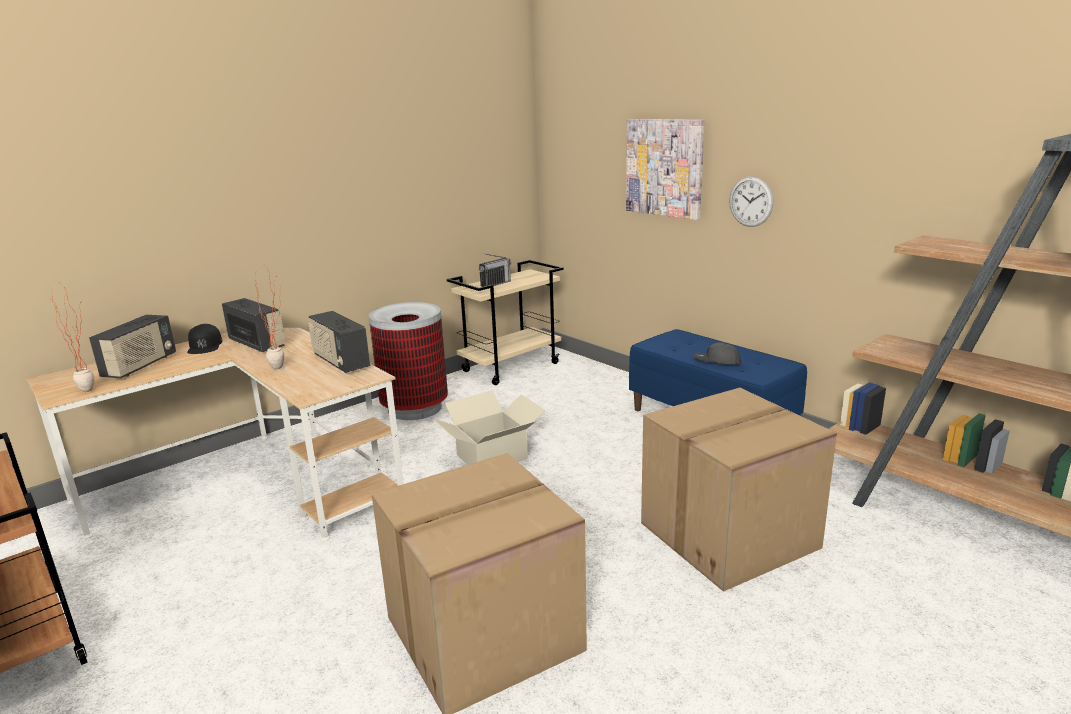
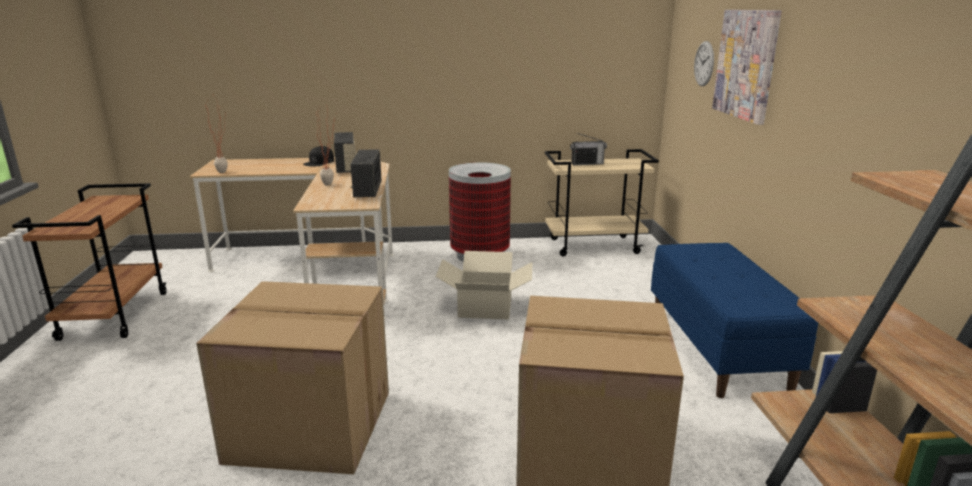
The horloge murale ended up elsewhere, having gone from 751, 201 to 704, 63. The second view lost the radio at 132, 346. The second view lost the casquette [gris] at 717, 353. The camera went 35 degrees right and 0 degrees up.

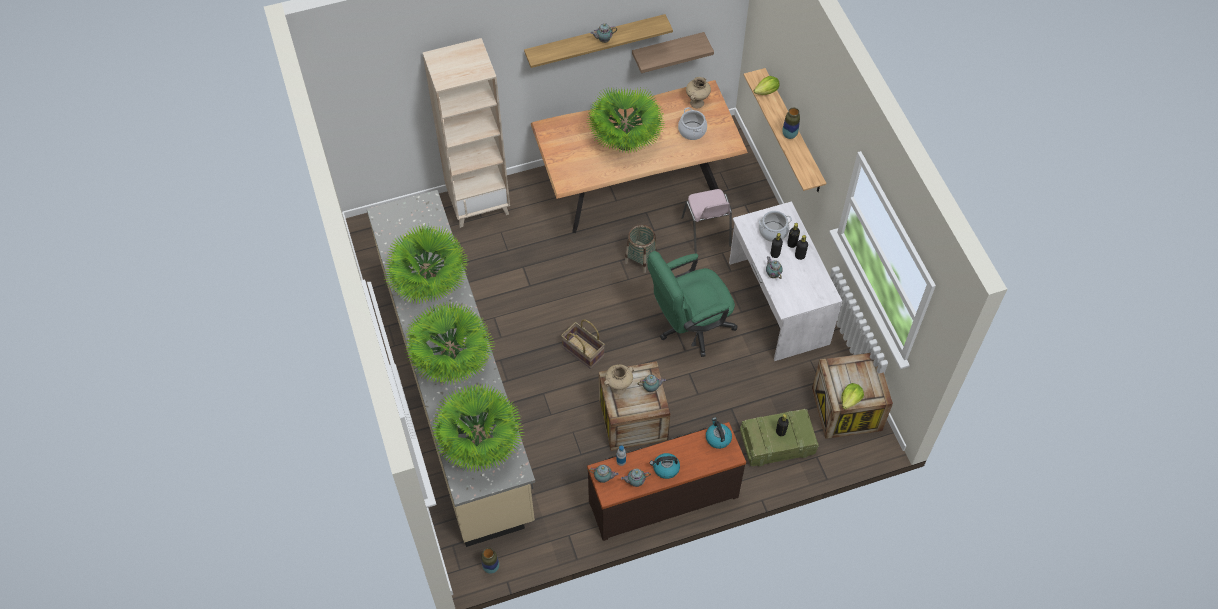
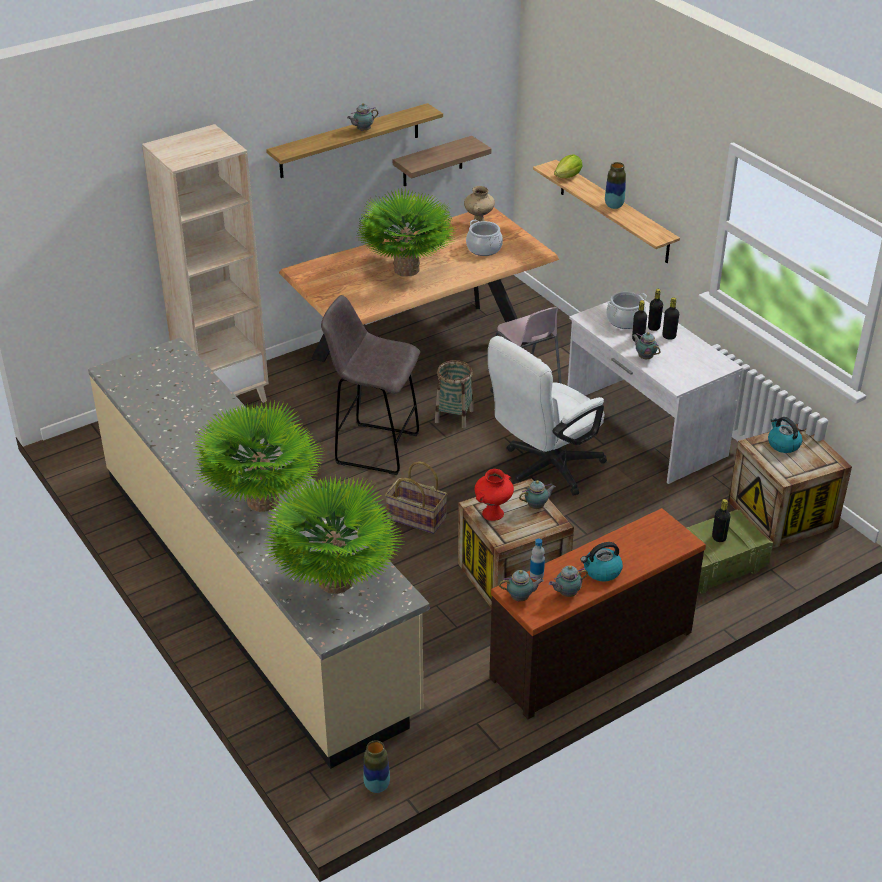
The second view gained the tabouret [gris] at 370, 385. What was the vase [beige] at 619, 379 turned into the vase [rouge] at 494, 495. What was the chaise de bureau [vert] at 692, 304 turned into the chaise de bureau [blanc] at 547, 416. The bouilloire ended up elsewhere, having gone from 719, 433 to 785, 435. The second view lost the plante en pot at 425, 264. The second view lost the laitue at 852, 396. The camera went 15 degrees left and 20 degrees down.

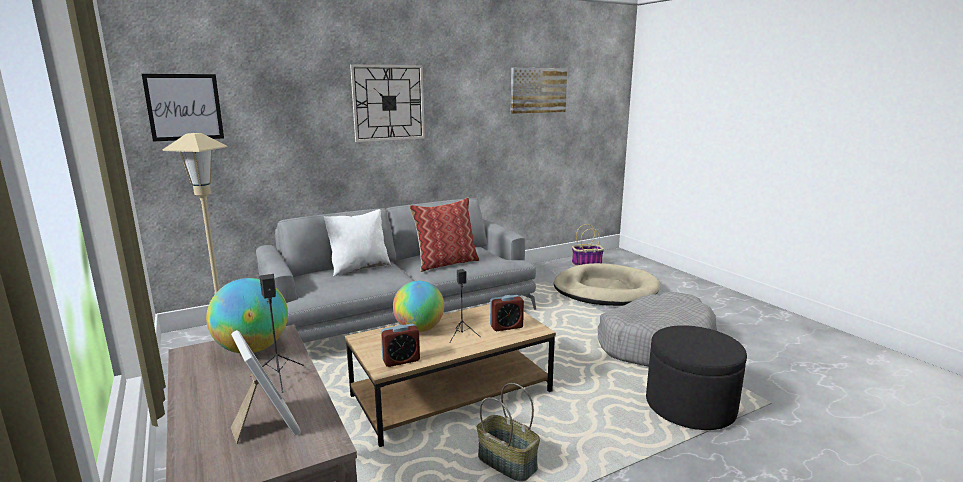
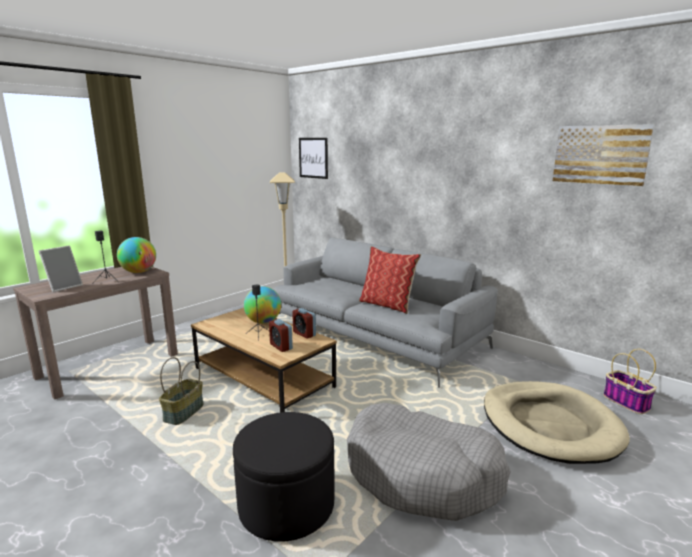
The réveil ended up elsewhere, having gone from 400, 345 to 304, 323. The second view lost the coussin [blanc] at 357, 242. The second view lost the horloge murale at 387, 103. The camera went 70 degrees right and 0 degrees up.

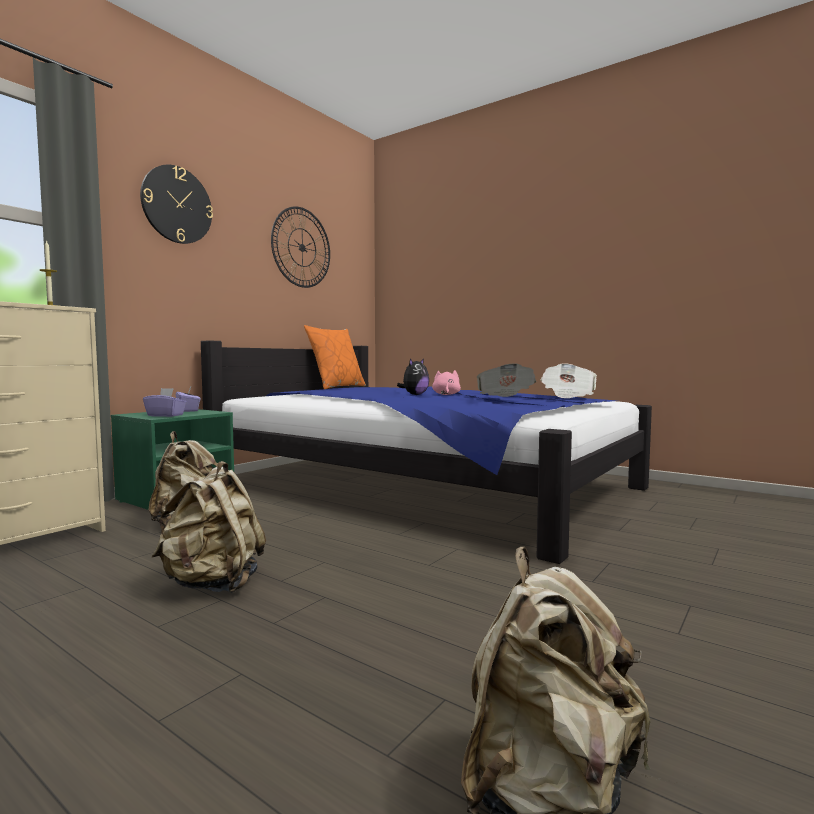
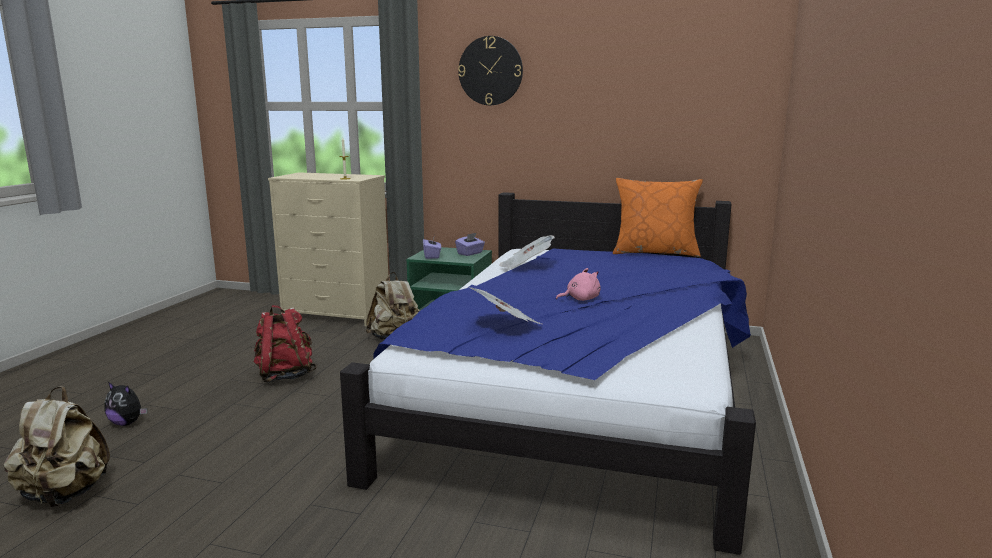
The peluche ended up elsewhere, having gone from 413, 376 to 125, 404. What was the sac à dos [beige] at 209, 527 turned into the sac à dos [rouge] at 285, 344. The journal ended up elsewhere, having gone from 568, 380 to 527, 252. The second view lost the horloge murale at 300, 247. The camera went 70 degrees right and 10 degrees up.

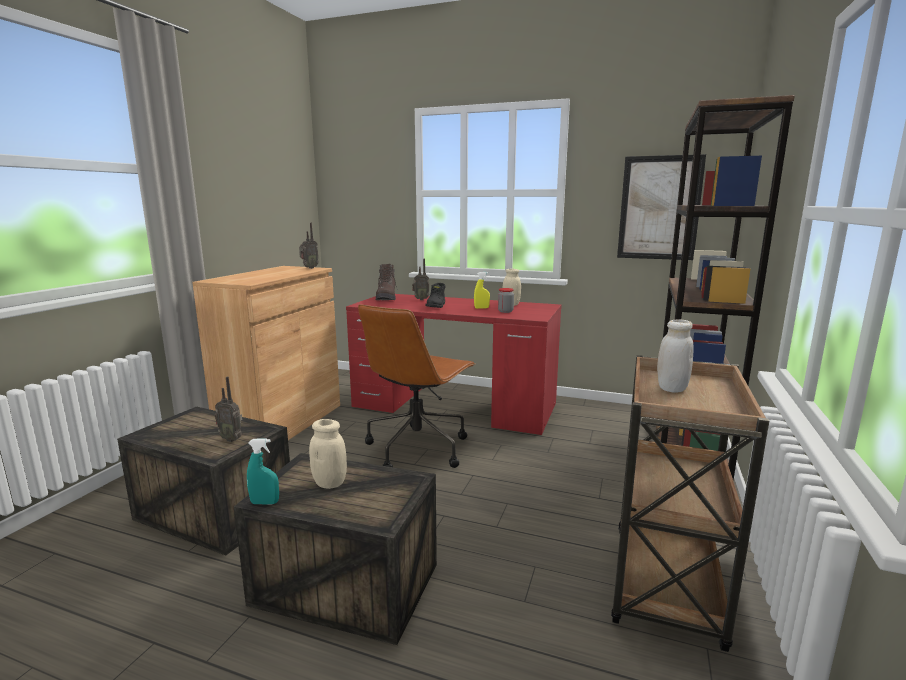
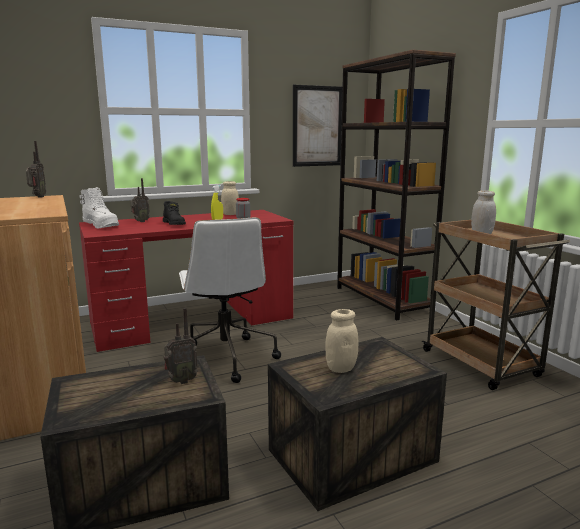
What was the botte [marron] at 387, 282 turned into the botte [blanc] at 99, 208. What was the chaise de bureau [marron] at 416, 386 turned into the chaise de bureau [blanc] at 230, 300. The second view lost the vaporisateur [turquoise] at 263, 471. The camera went 45 degrees left and 0 degrees up.

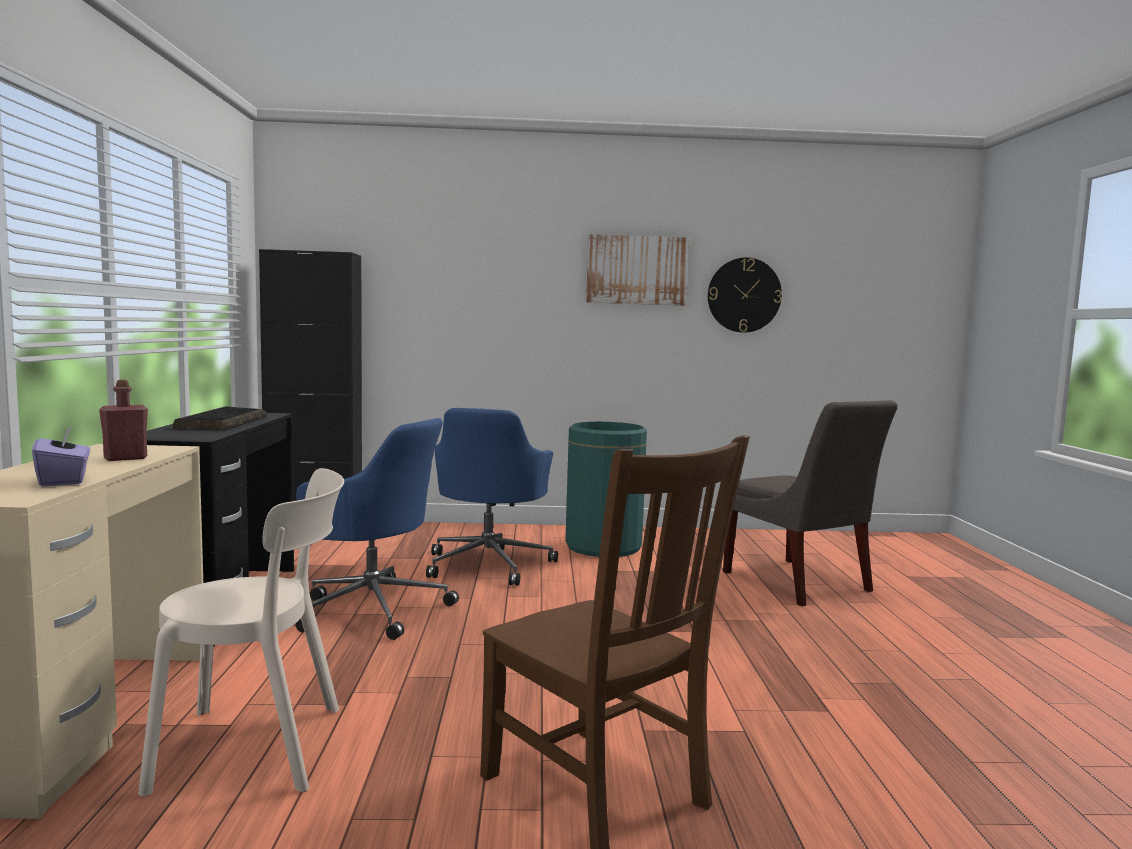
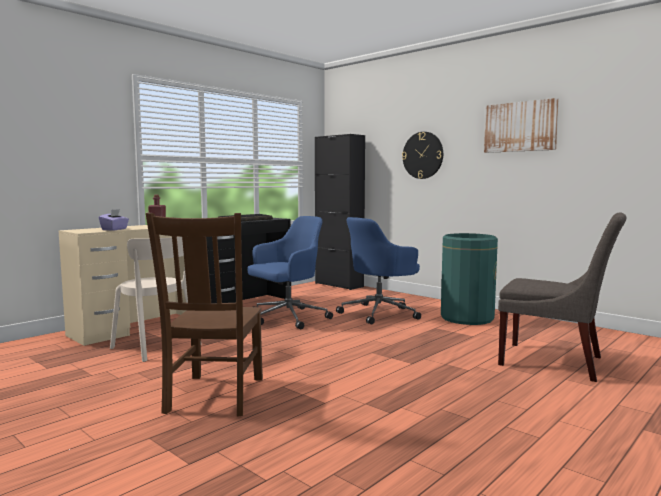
The chaise de bureau [bleu] at 377, 529 ended up facing another way, 105 degrees counterclockwise from before. The horloge murale ended up elsewhere, having gone from 745, 295 to 422, 155. The chaise [gris] at 810, 503 ended up facing another way, 75 degrees counterclockwise from before. The camera went 45 degrees right and 0 degrees up.

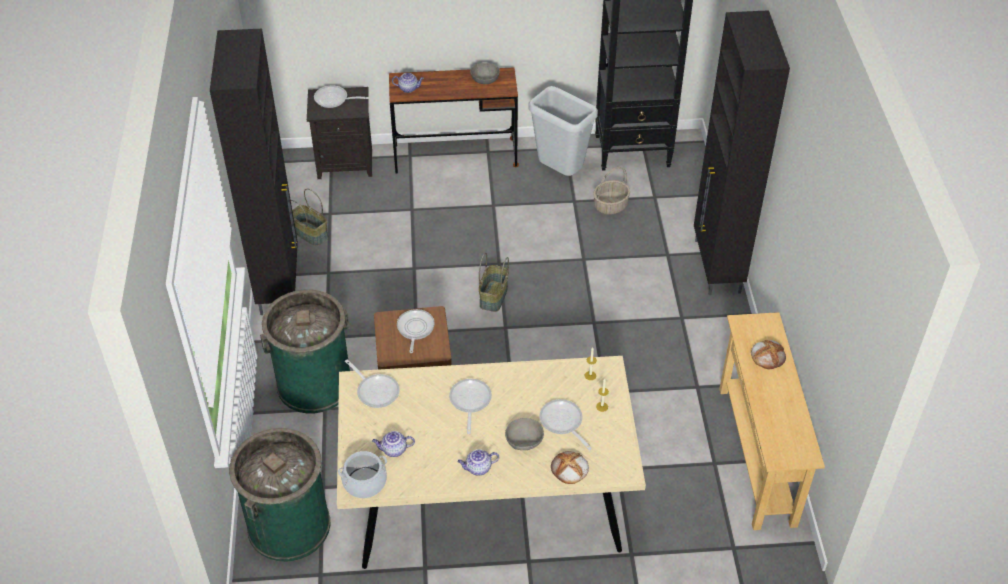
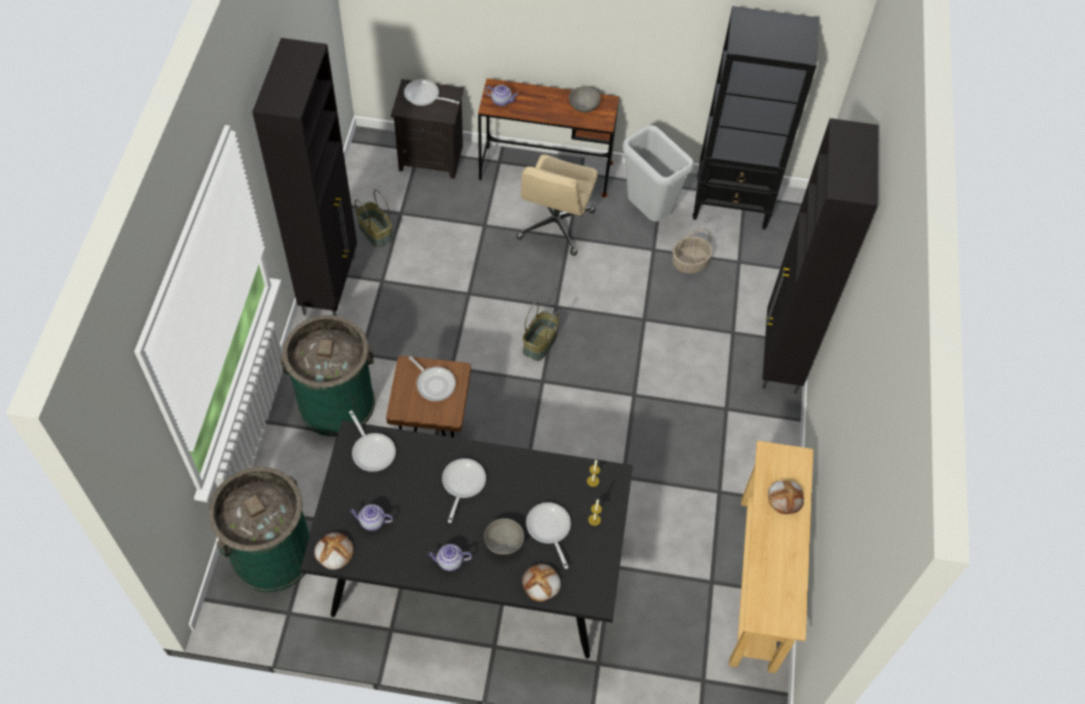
What was the table à manger [beige] at 491, 462 turned into the table à manger [noir] at 466, 540. Where the marmite stood at 362, 474, the pain came to stand at 334, 551. The poêle at 416, 331 ended up facing another way, 120 degrees clockwise from before. The second view gained the chaise de bureau [beige] at 557, 205. The camera went 10 degrees right and 10 degrees up.

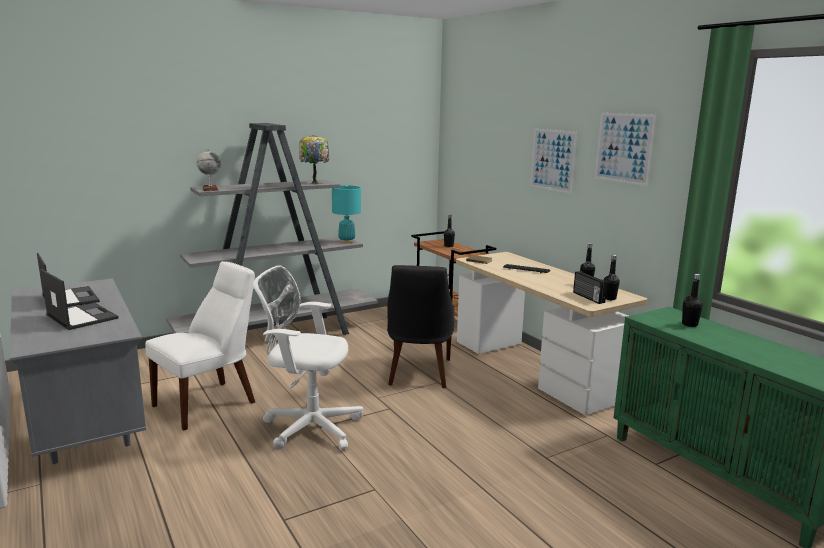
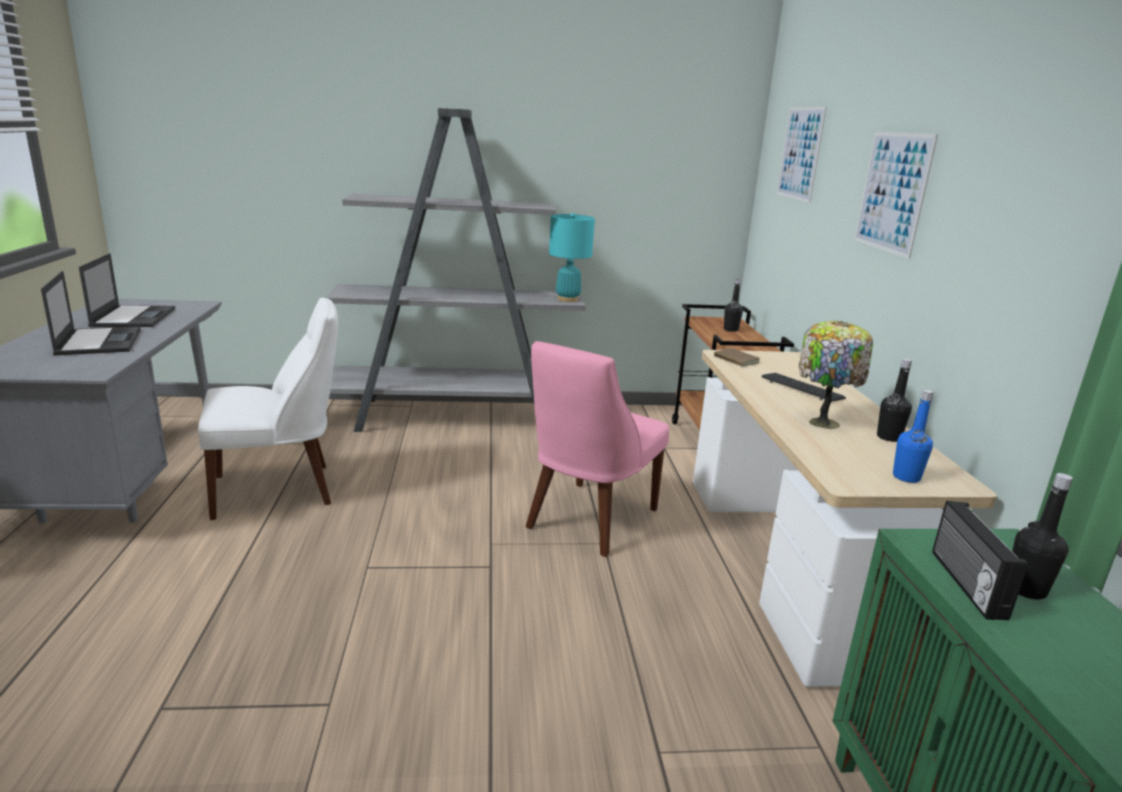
What was the chaise [noir] at 421, 326 turned into the chaise [rose] at 597, 449. The tableau ended up elsewhere, having gone from 625, 149 to 801, 155. The lampe de table ended up elsewhere, having gone from 314, 159 to 836, 375. What was the bouteille [noir] at 611, 277 turned into the bouteille [bleu] at 913, 436. The radio ended up elsewhere, having gone from 590, 287 to 980, 560. The second view lost the globe at 208, 170. The second view lost the chaise de bureau [blanc] at 308, 358. The camera went 25 degrees right and 5 degrees up.

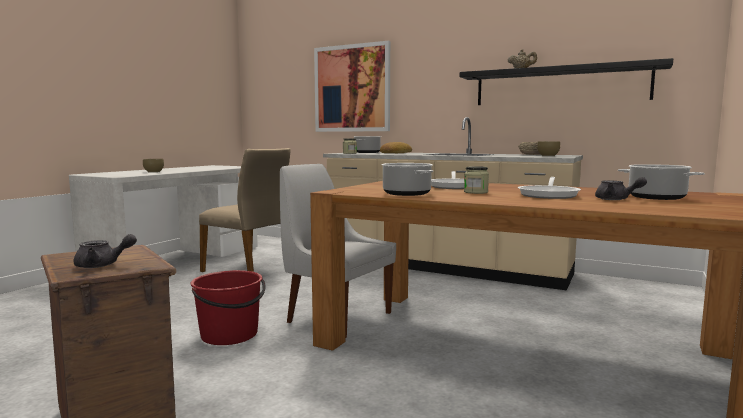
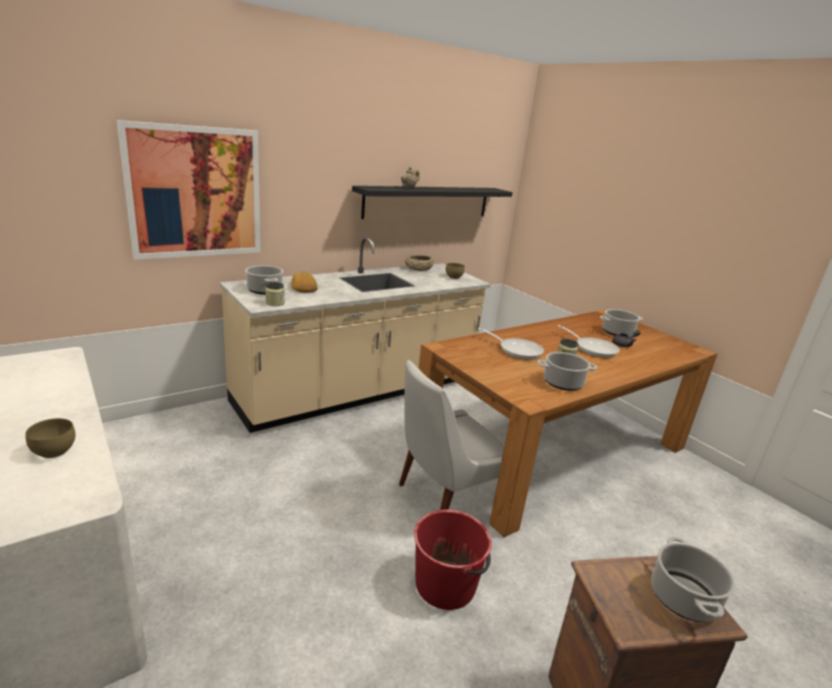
Where the théière [gris] stood at 105, 251, the marmite came to stand at 693, 579. The second view lost the chaise [beige] at 245, 210. The camera went 65 degrees left and 15 degrees up.

